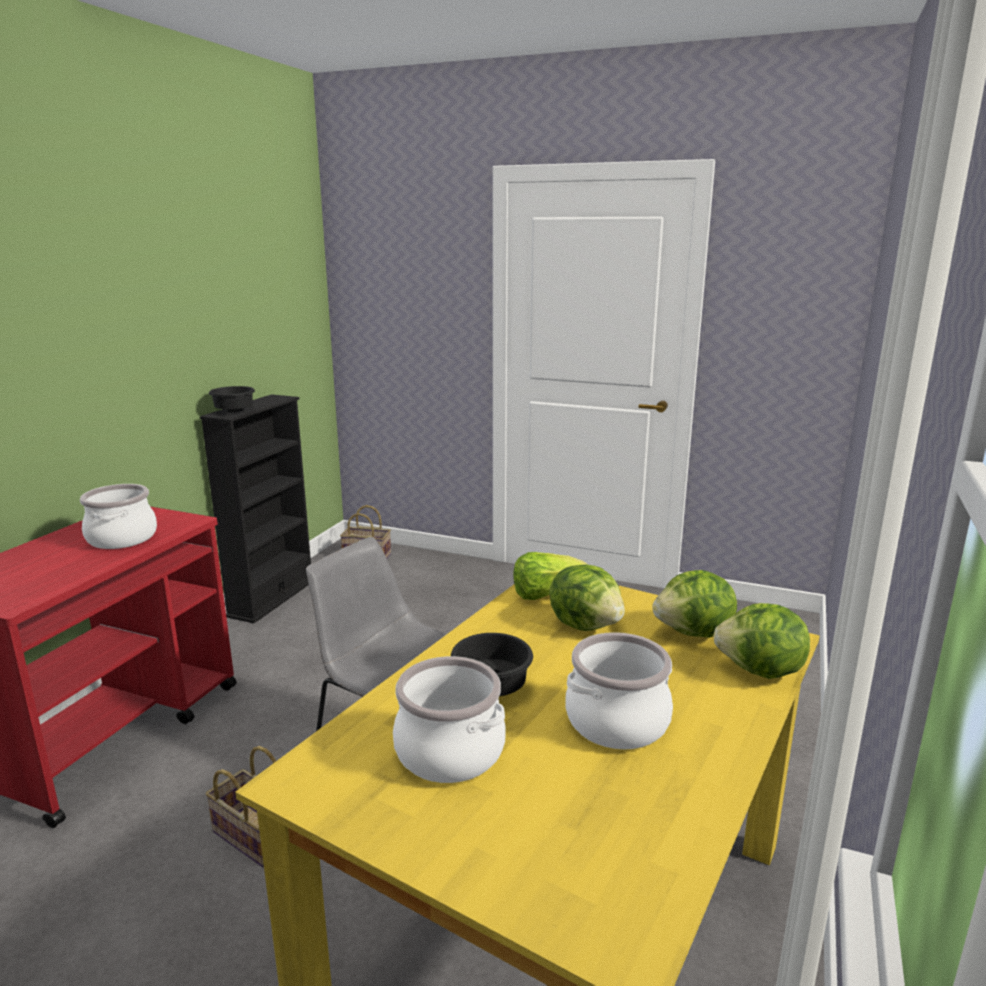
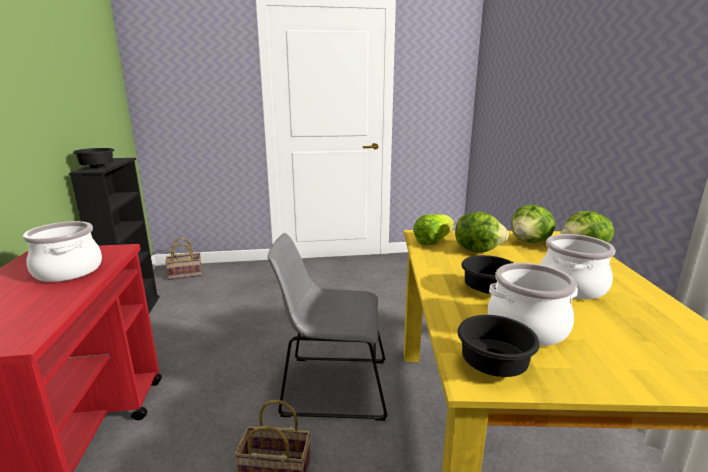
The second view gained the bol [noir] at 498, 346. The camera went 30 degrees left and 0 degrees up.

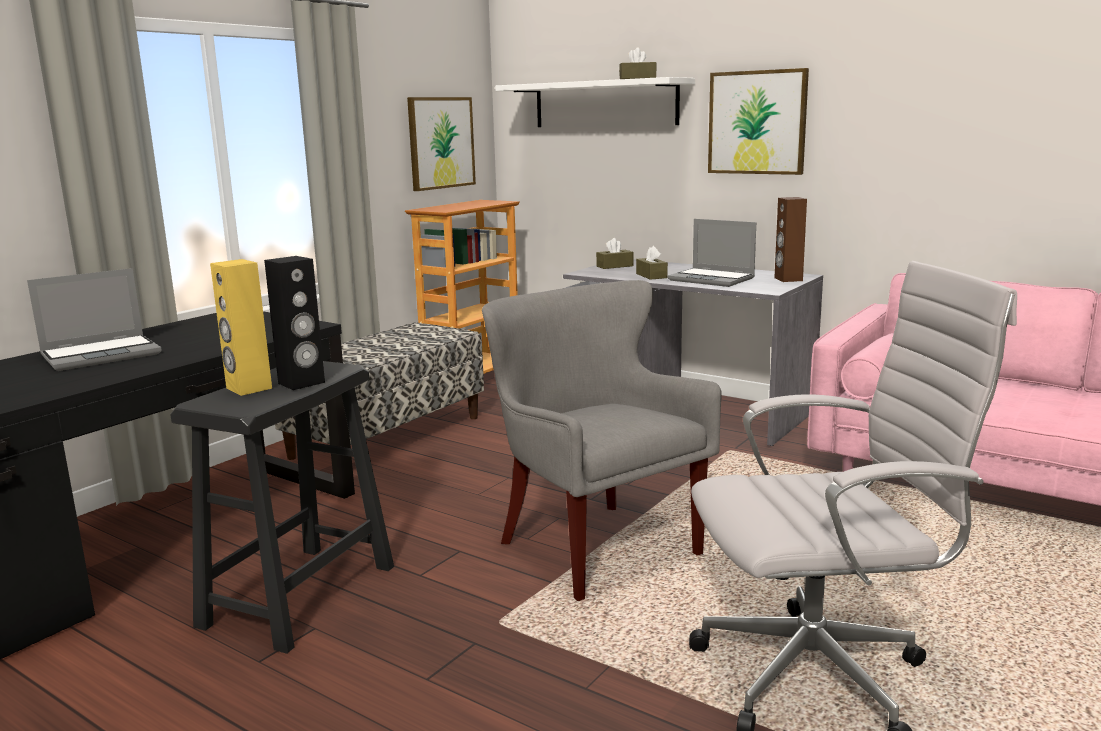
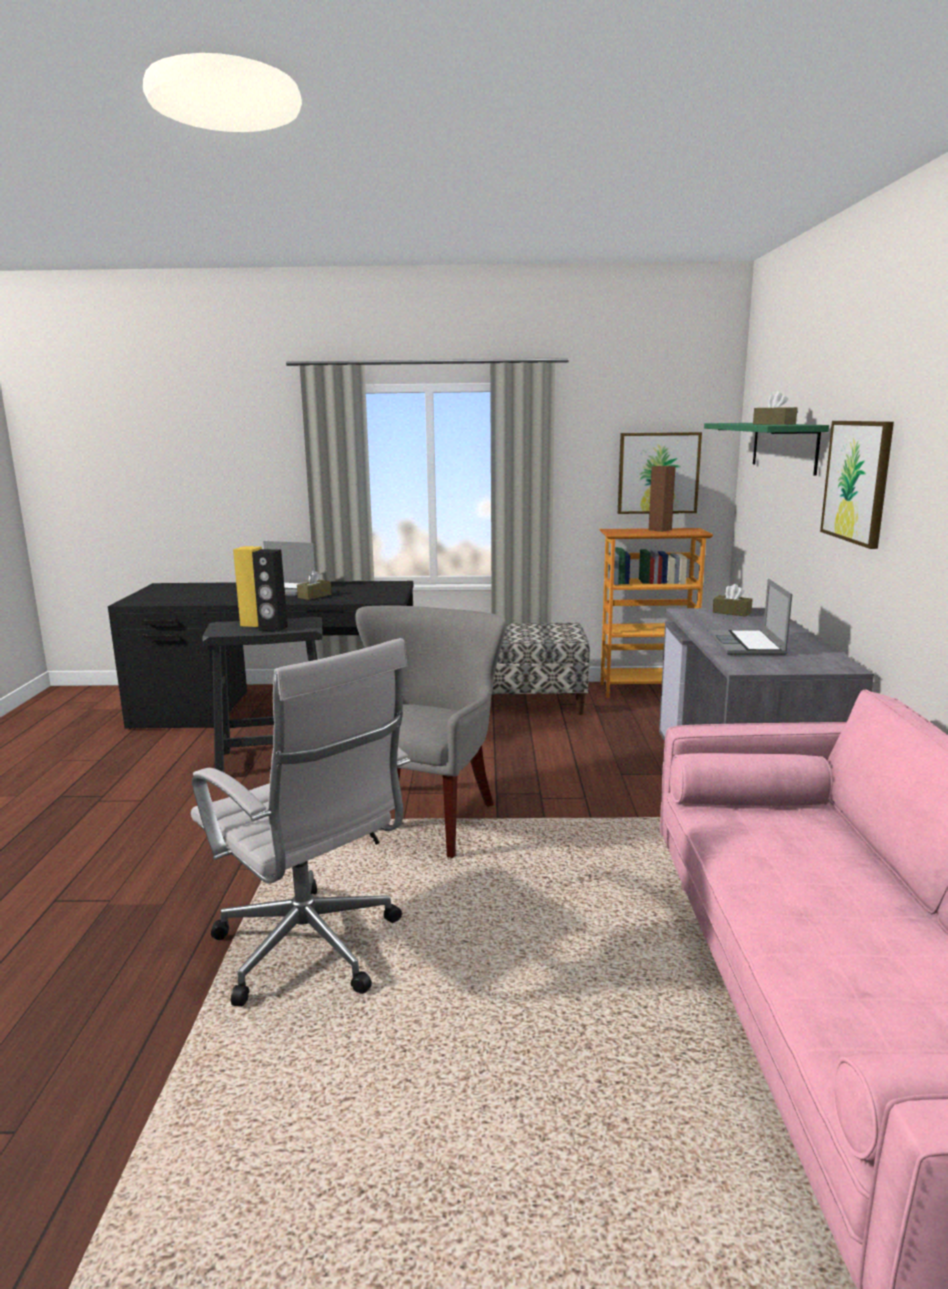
The boîte à mouchoirs [marron] ended up elsewhere, having gone from 652, 263 to 314, 585. The enceinte [marron] ended up elsewhere, having gone from 790, 239 to 662, 499. What was the étagère [blanc] at 595, 102 turned into the étagère [vert] at 766, 449. The camera went 55 degrees right and 0 degrees up.

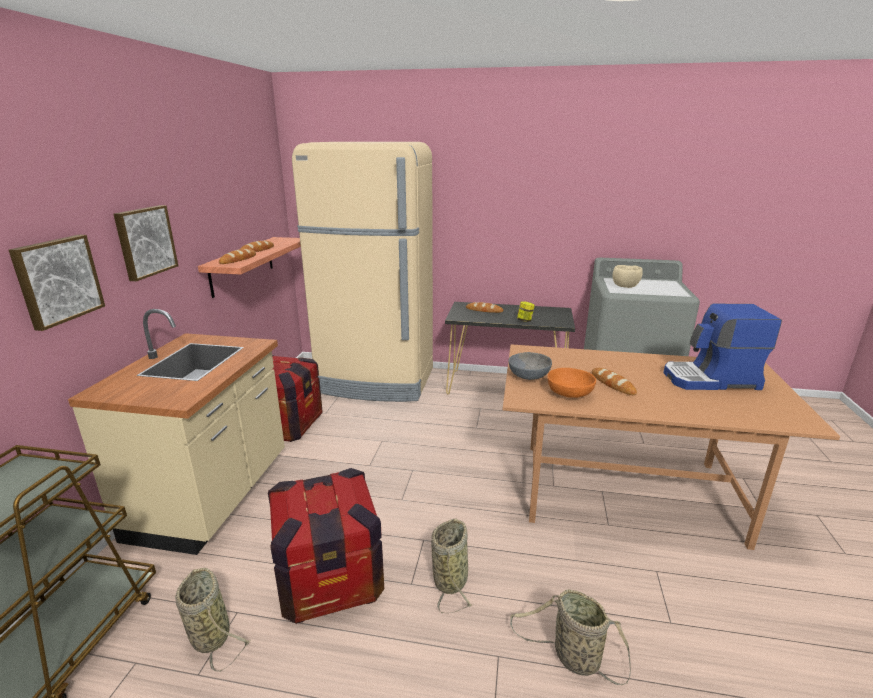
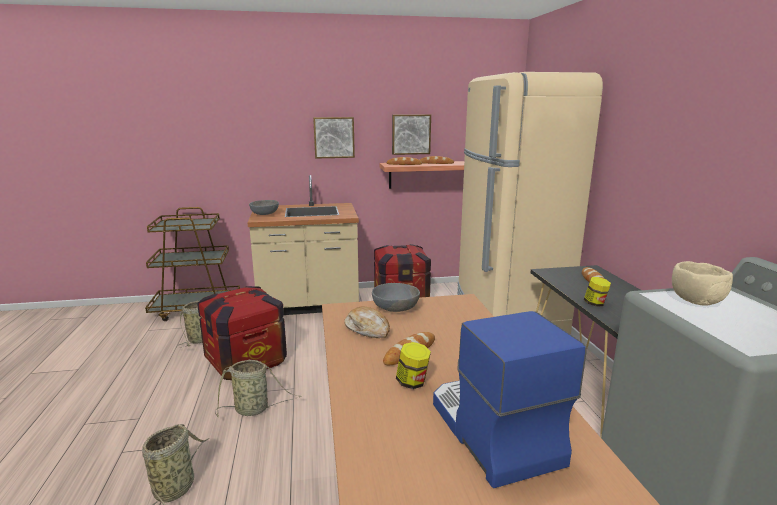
The second view gained the bol [gris] at 264, 207. Where the bol [orange] stood at 571, 383, the pain came to stand at 367, 322. The tableau ended up elsewhere, having gone from 57, 283 to 411, 134. The second view gained the bocal at 413, 365. The camera went 70 degrees right and 5 degrees down.

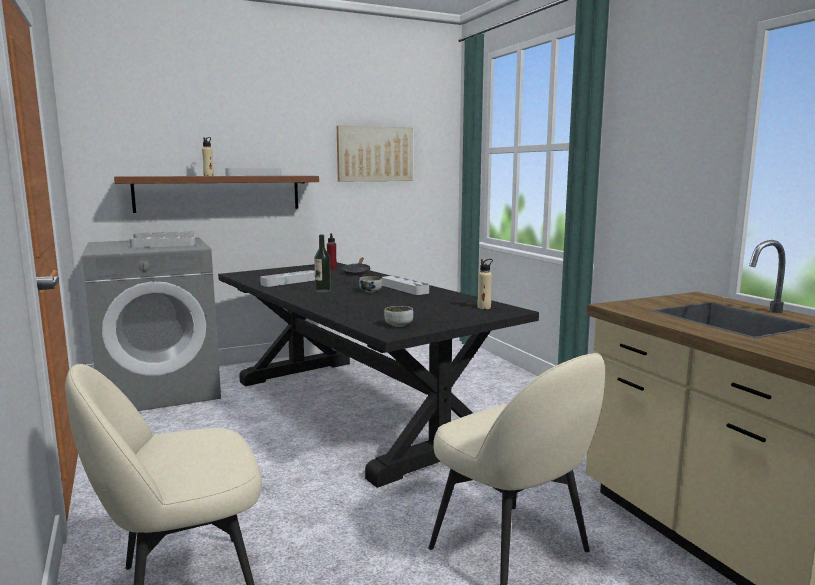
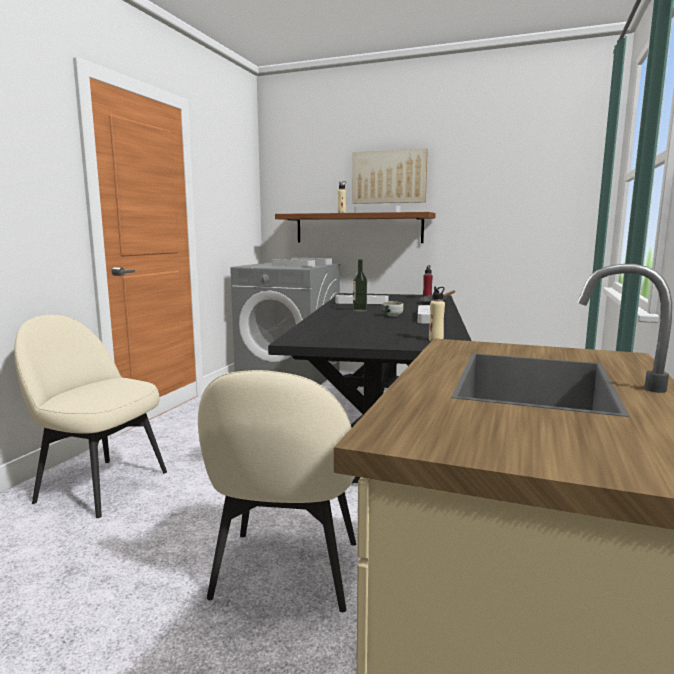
The tableau ended up elsewhere, having gone from 375, 153 to 390, 176. The second view lost the bol at 398, 316. The camera went 45 degrees right and 0 degrees up.

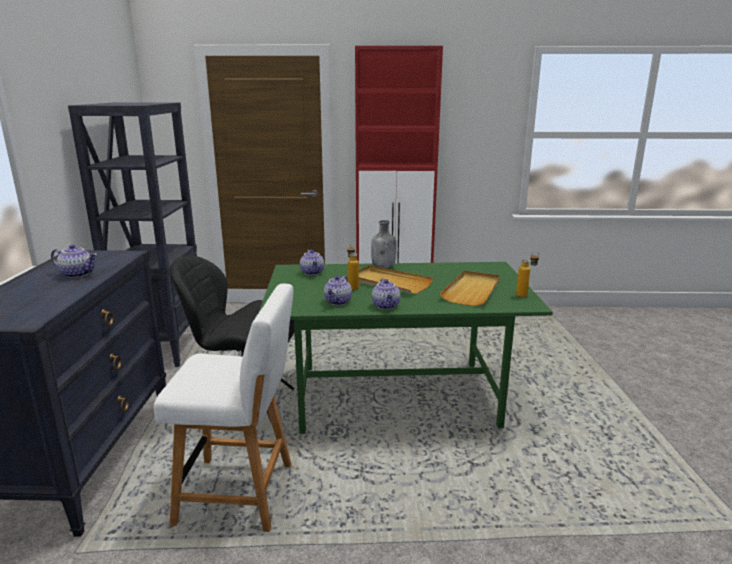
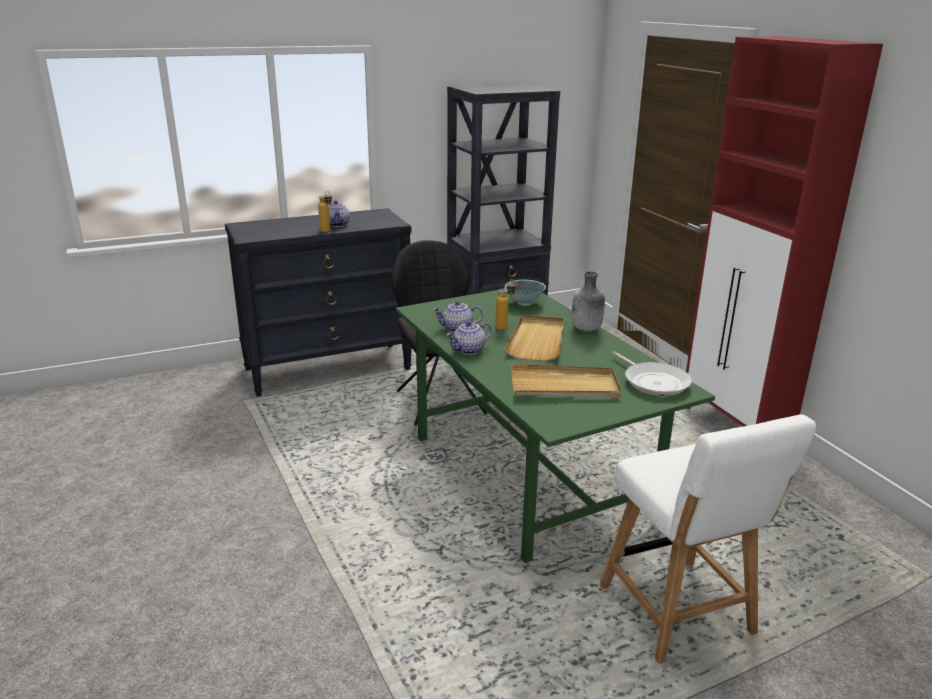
The bouteille ended up elsewhere, having gone from 527, 274 to 325, 211. Where the théière stood at 312, 262, the bol came to stand at 525, 293. The chaise [blanc] ended up elsewhere, having gone from 223, 408 to 708, 539. The second view gained the poêle at 652, 374. The camera went 65 degrees right and 5 degrees up.

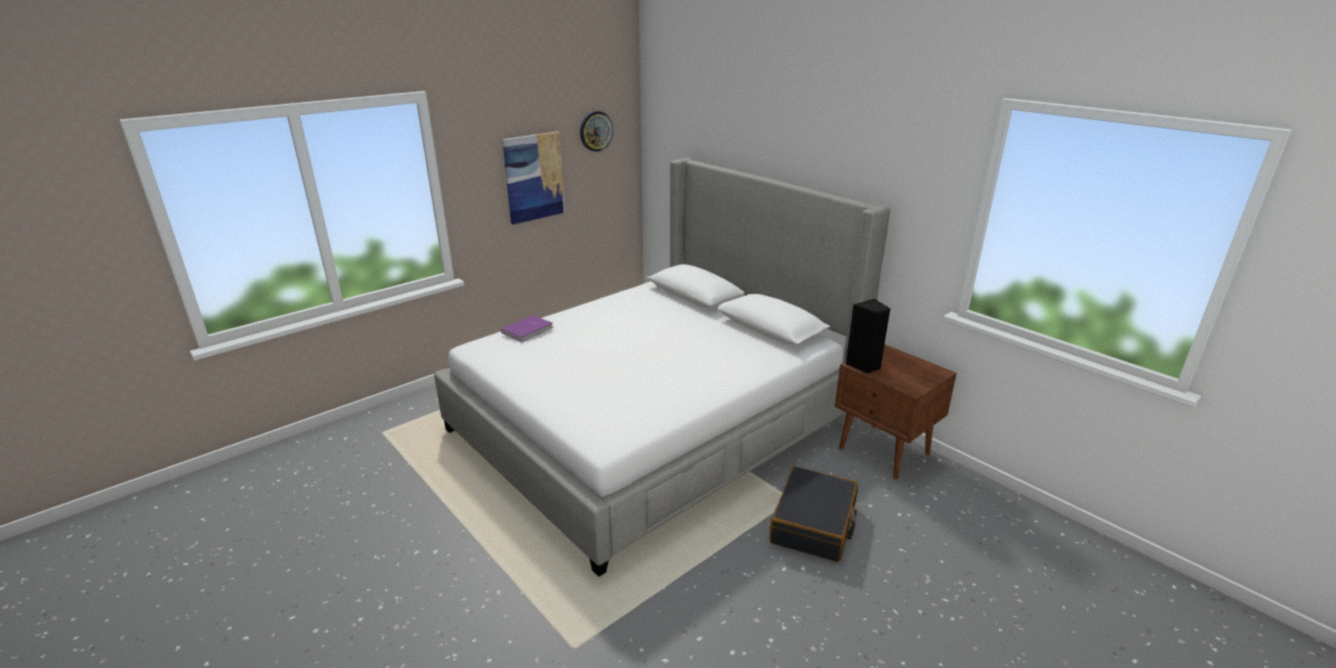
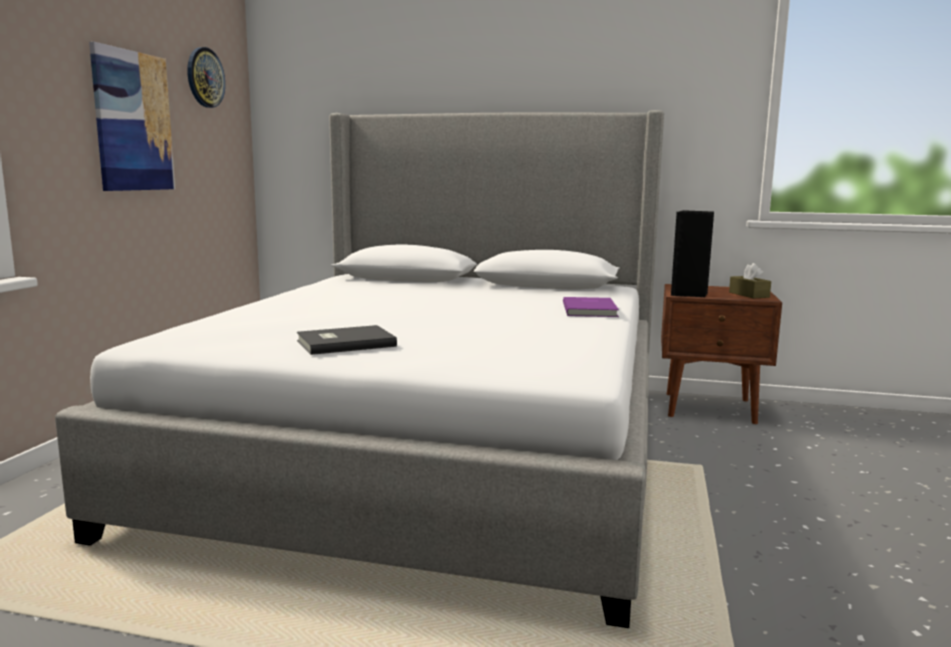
The second view gained the livre [gris] at 347, 340. The livre [violet] ended up elsewhere, having gone from 527, 328 to 591, 307. The second view gained the boîte à mouchoirs [marron] at 750, 280. The second view lost the valise [noir] at 814, 514. The camera went 35 degrees left and 15 degrees down.

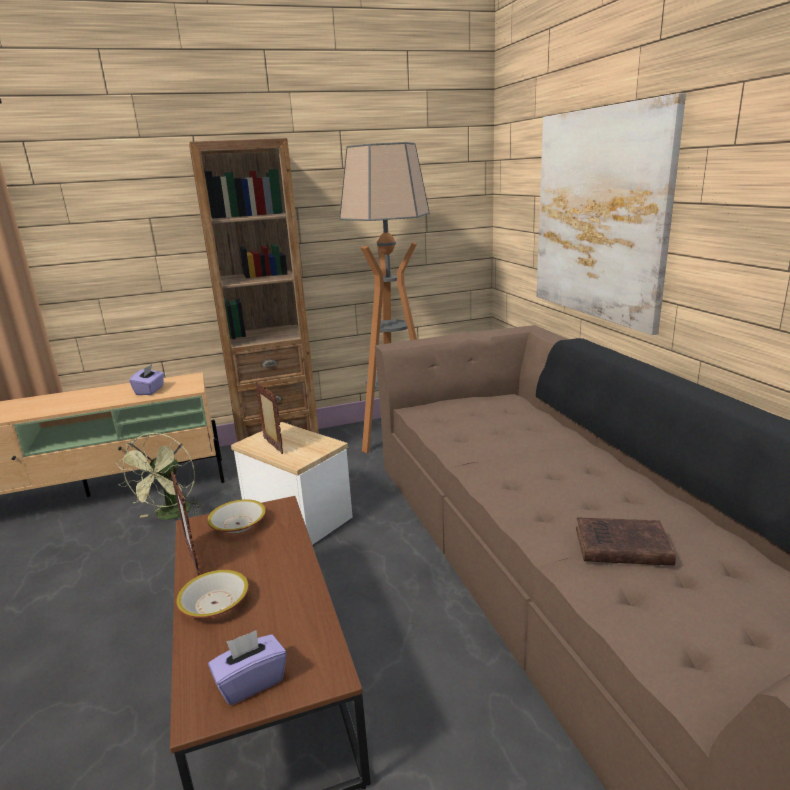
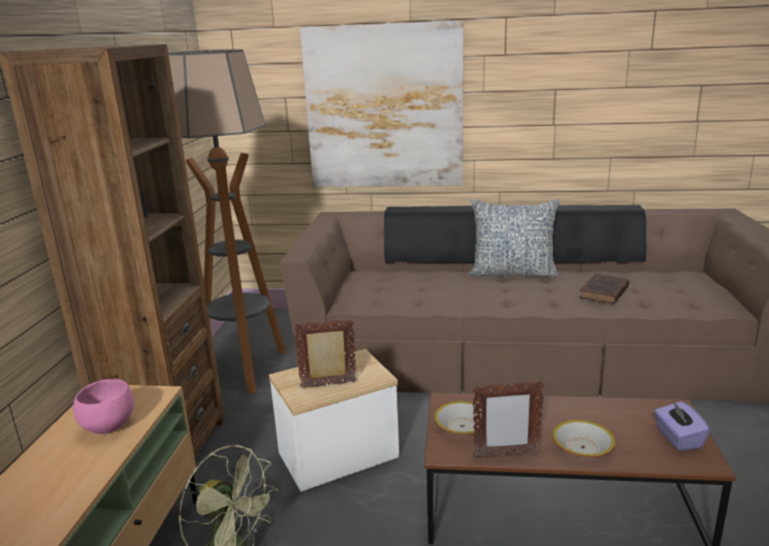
Where the boîte à mouchoirs [violet] stood at 146, 379, the bol [rose] came to stand at 103, 406. The second view gained the coussin at 514, 238. The camera went 65 degrees left and 0 degrees up.

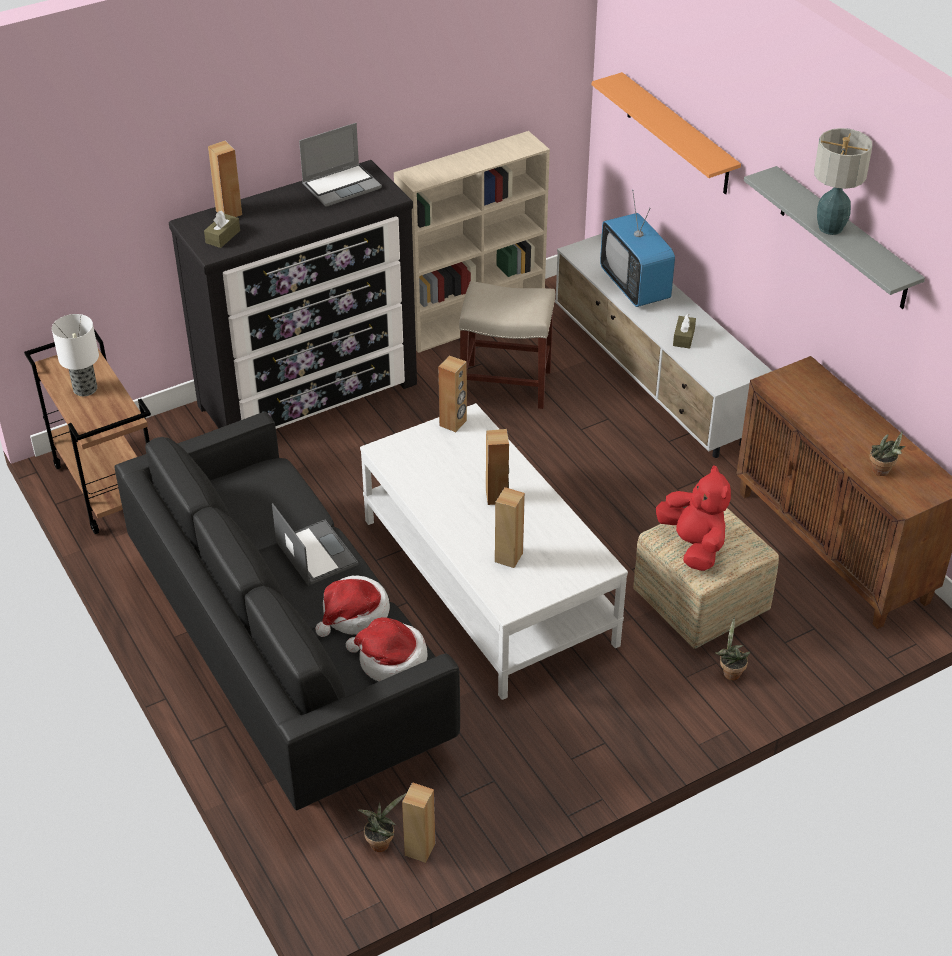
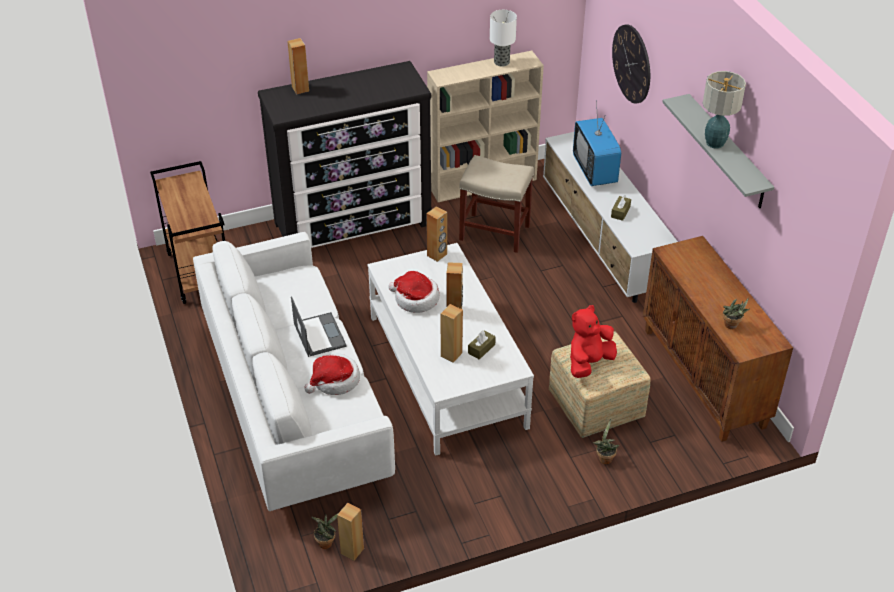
What was the canapé [noir] at 287, 611 turned into the canapé [blanc] at 294, 371. The chapeau ended up elsewhere, having gone from 386, 649 to 414, 292. The boîte à mouchoirs [marron] ended up elsewhere, having gone from 222, 229 to 482, 345. The lampe de table ended up elsewhere, having gone from 75, 355 to 503, 38. The peluche [rouge] at 693, 518 ended up facing another way, 120 degrees counterclockwise from before. Where the étagère [orange] hung at 666, 133, the horloge murale came to hang at 631, 64. The second view lost the ordinateur portable at 340, 165. The camera went 10 degrees right and 0 degrees up.

